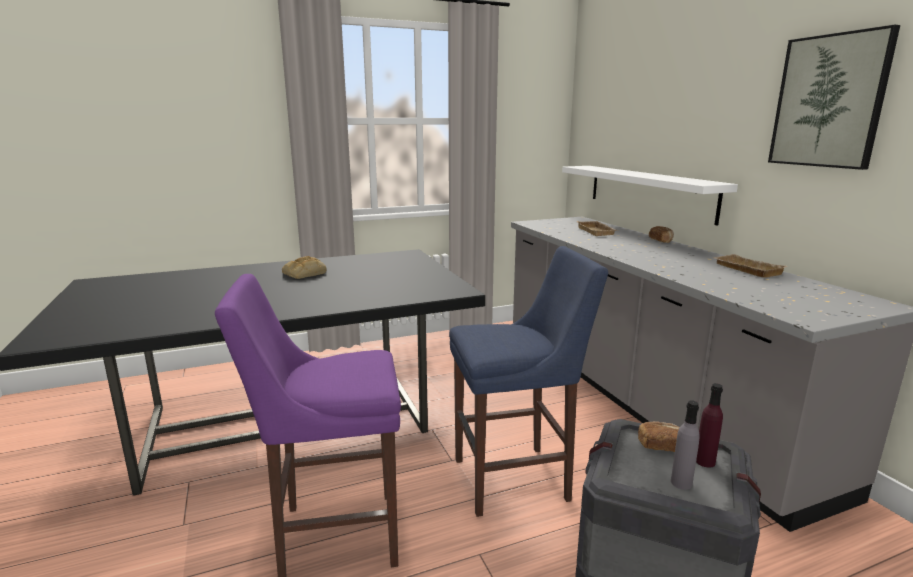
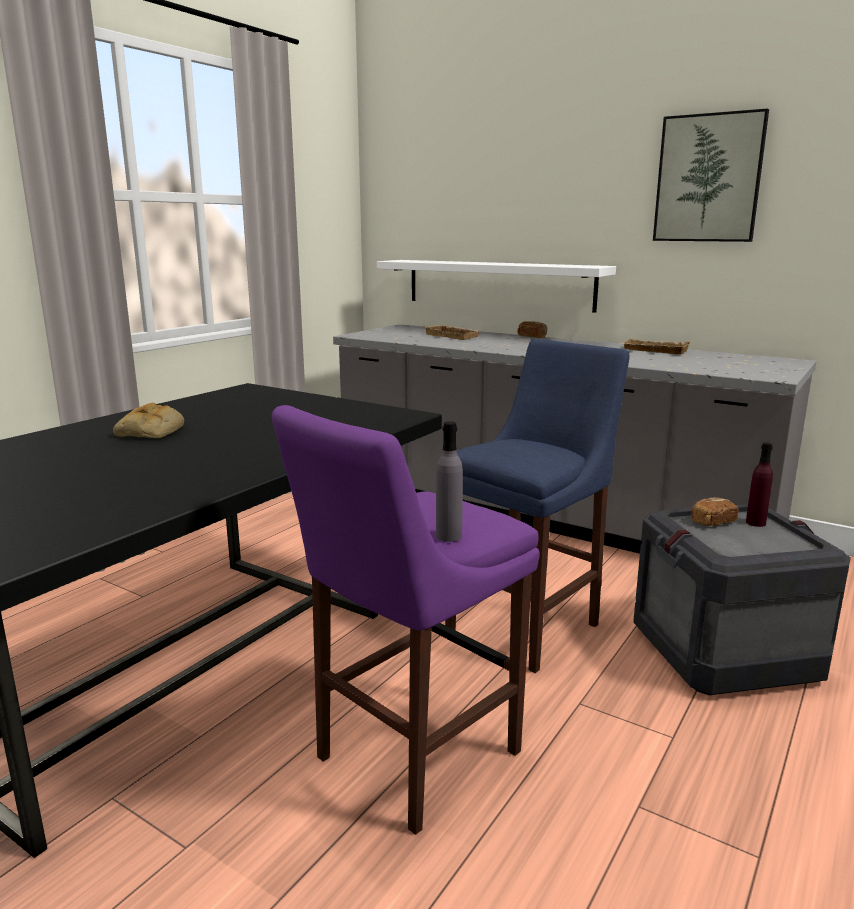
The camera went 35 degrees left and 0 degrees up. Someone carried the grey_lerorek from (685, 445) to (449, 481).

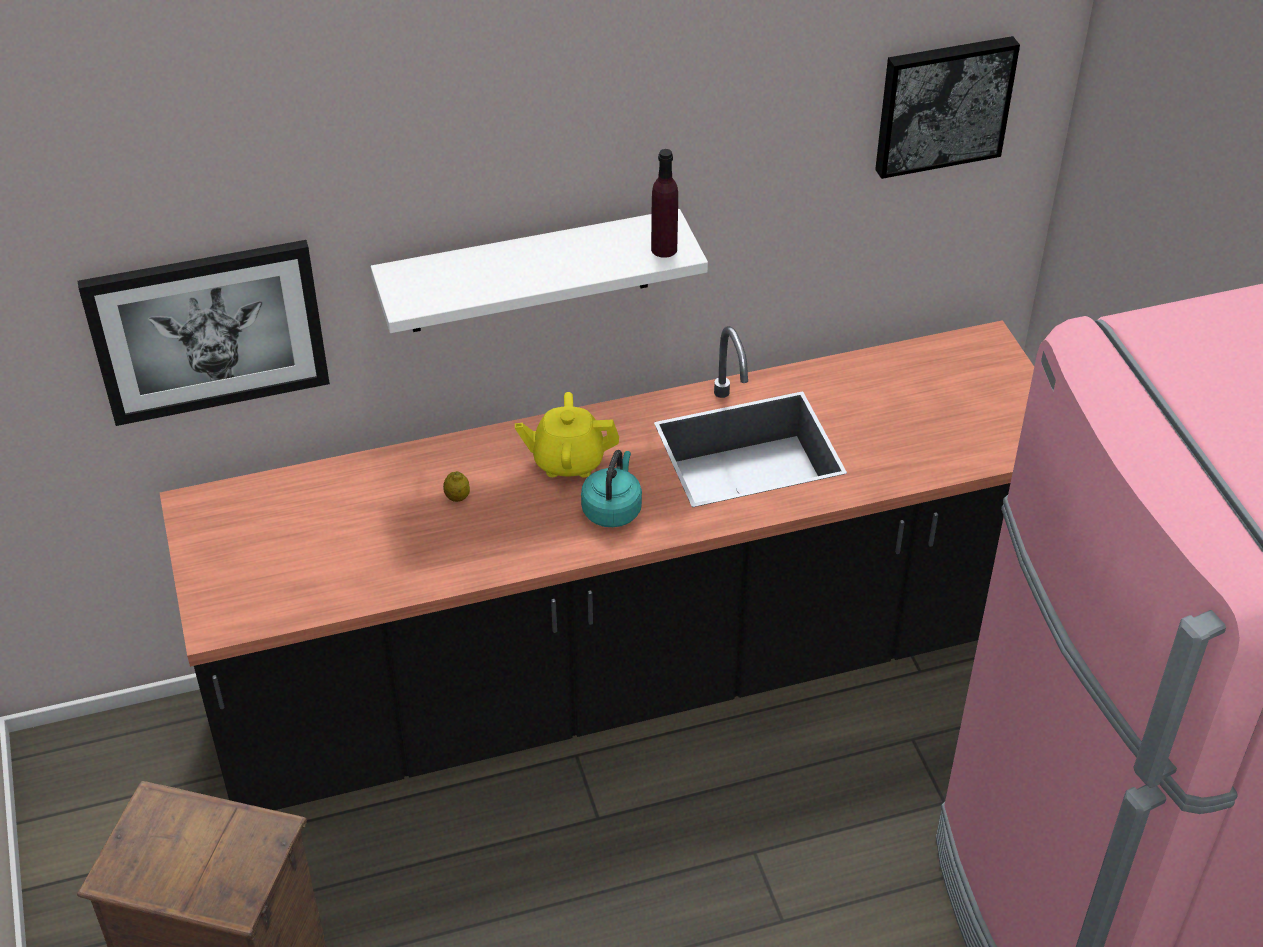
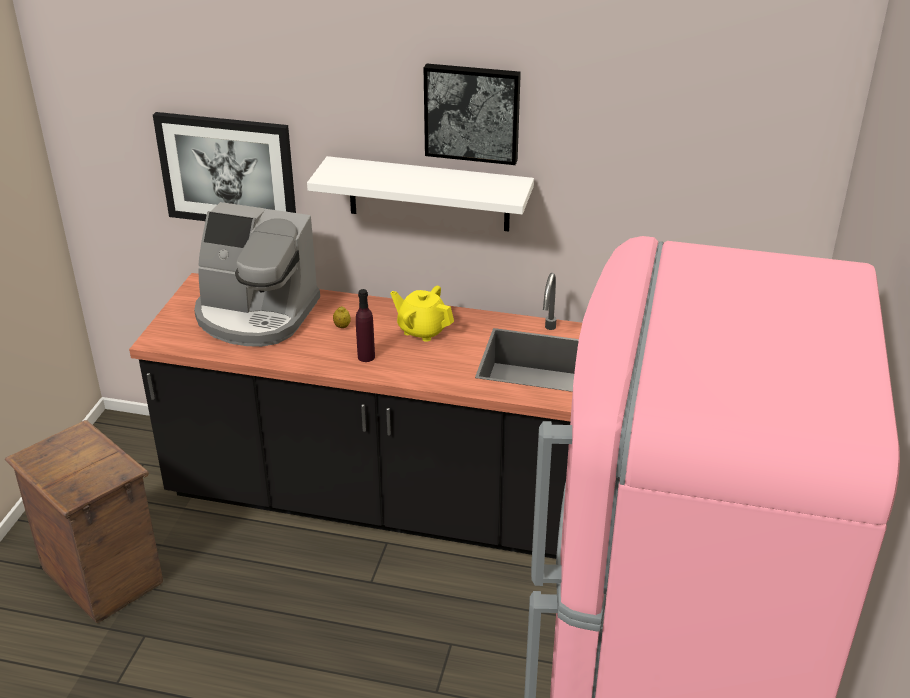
The camera went 30 degrees right and 10 degrees down. Someone carried the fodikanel from (947, 107) to (472, 114). Someone carried the purple_lerorek from (664, 203) to (365, 325). Someone took away the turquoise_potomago at (611, 488). Someone put down the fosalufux at (257, 274).

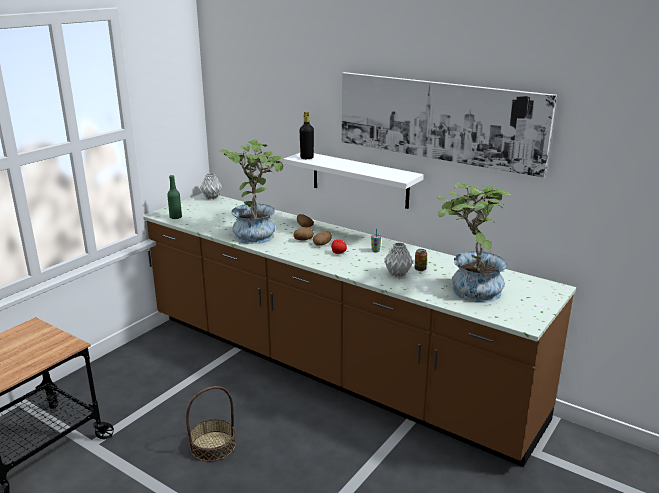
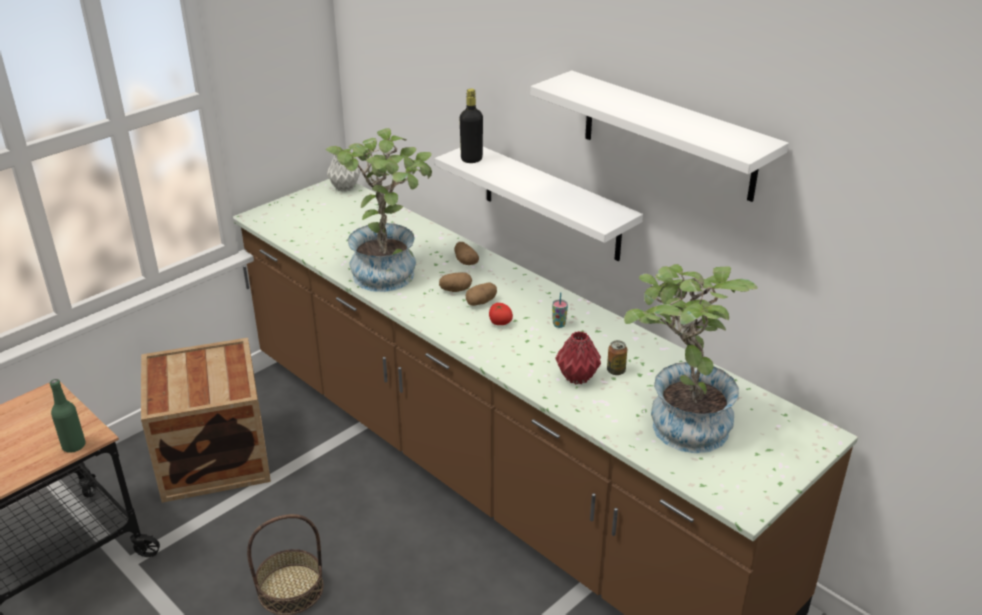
The camera went 10 degrees right and 10 degrees up. Someone swapped the fodikanel at (449, 125) for the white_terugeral at (660, 136). Someone carried the green_lerorek from (174, 197) to (68, 415). Someone repainted the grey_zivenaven at (398, 259), which became the red_zivenaven at (578, 357). Someone put down the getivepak at (206, 420).

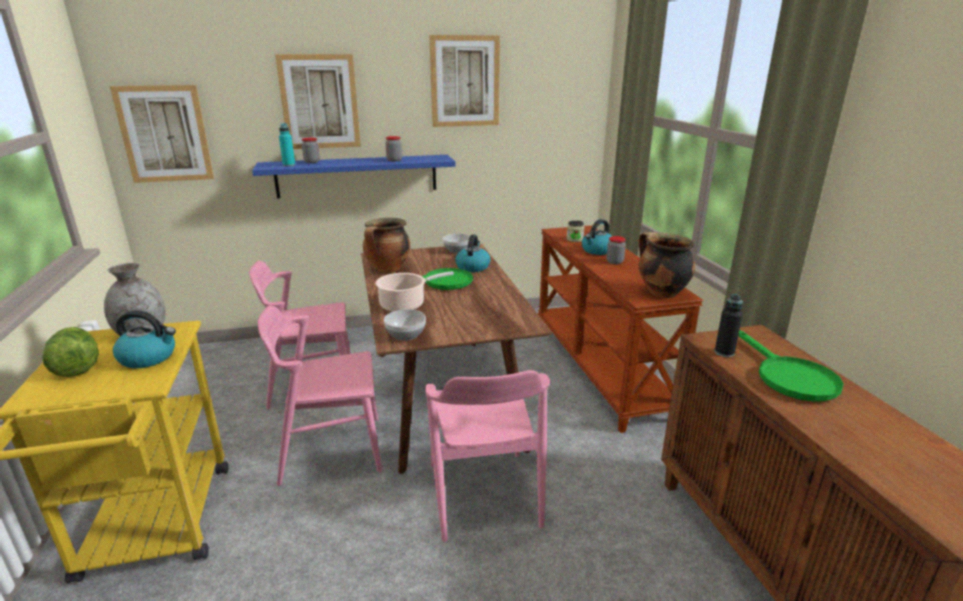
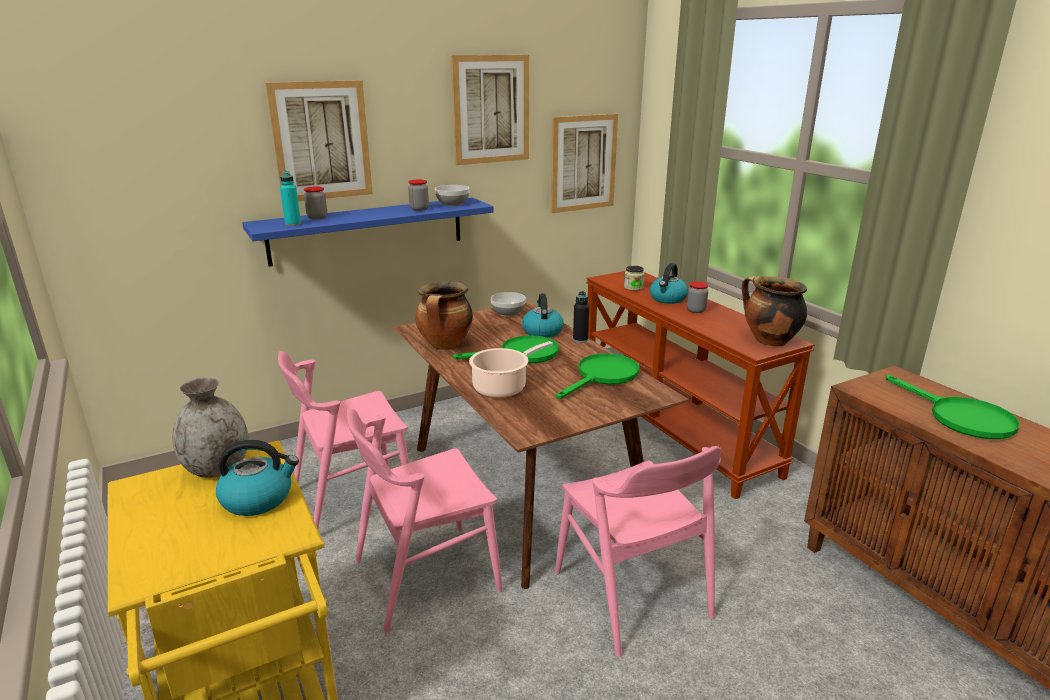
The camera went 15 degrees left and 0 degrees up. Someone carried the fodikanel from (162, 134) to (584, 163). Someone carried the black_lerorek from (729, 325) to (581, 317). Someone carried the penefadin from (405, 325) to (452, 195). Someone took away the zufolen at (70, 352). Someone put down the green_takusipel at (597, 376).

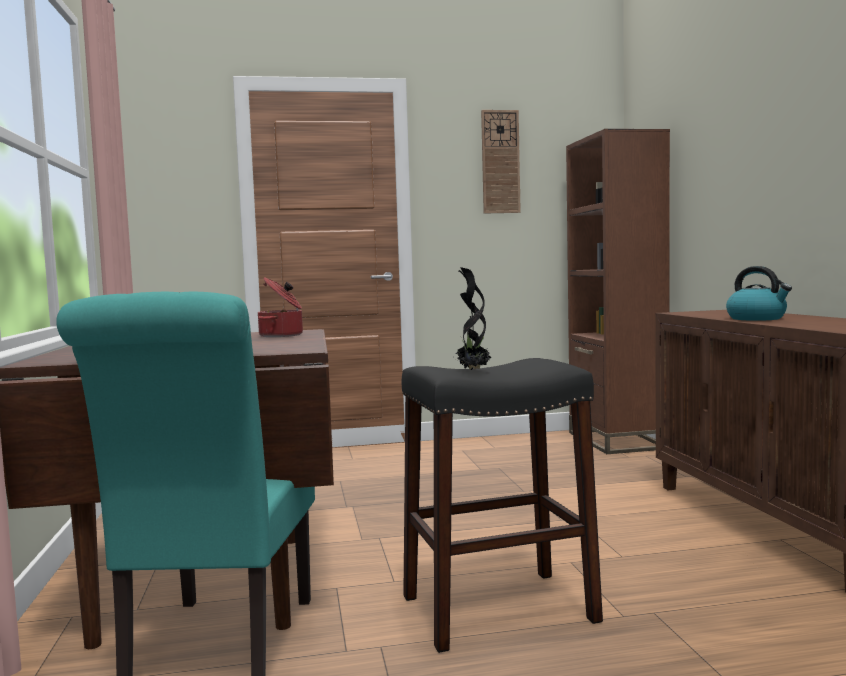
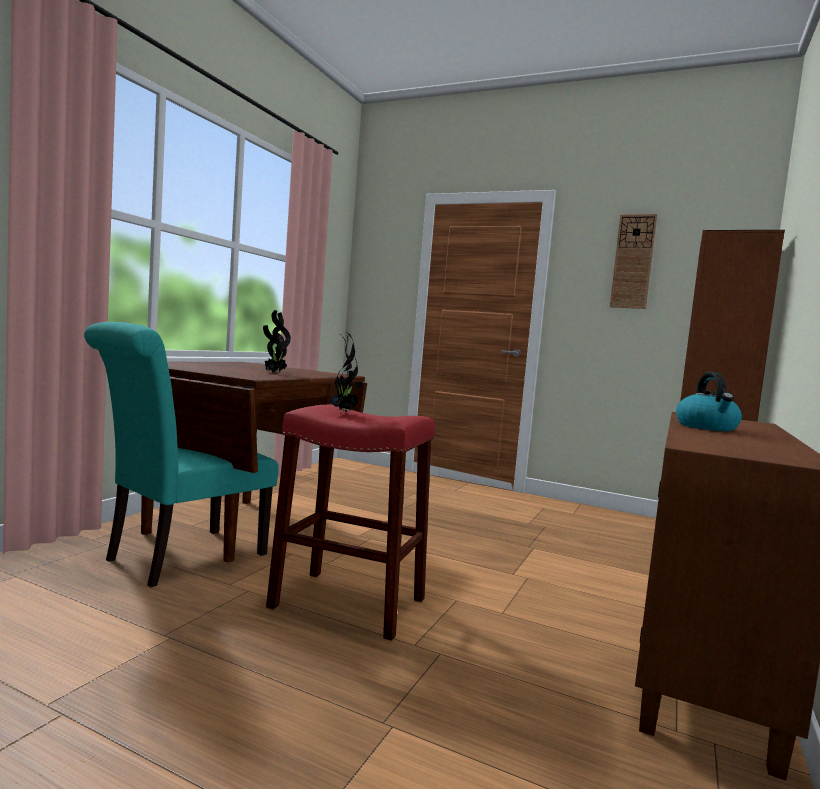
The camera went 35 degrees right and 0 degrees up. Someone took away the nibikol at (280, 307). Someone repainted the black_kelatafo at (502, 505), which became the red_kelatafo at (350, 522). Someone put down the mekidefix at (277, 341).

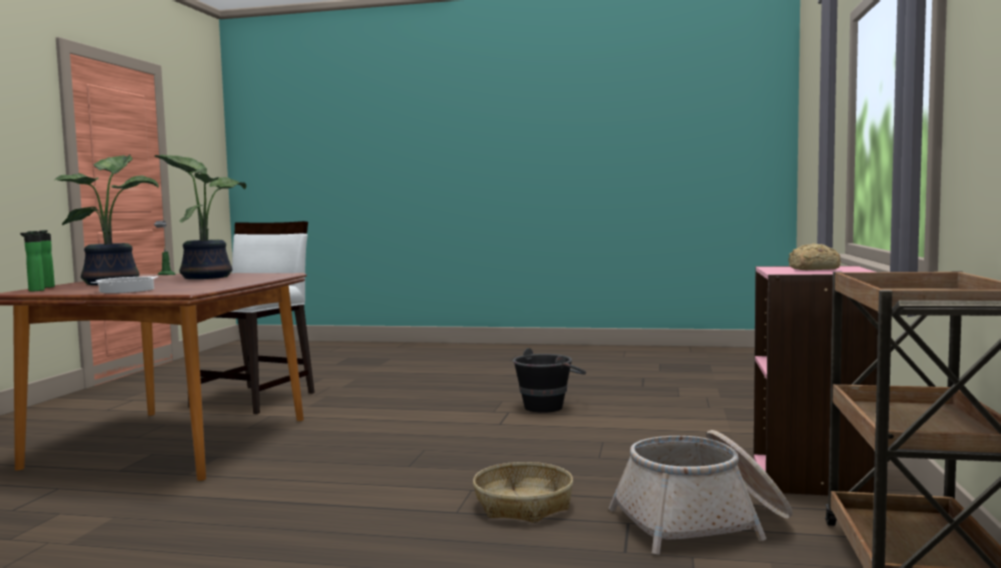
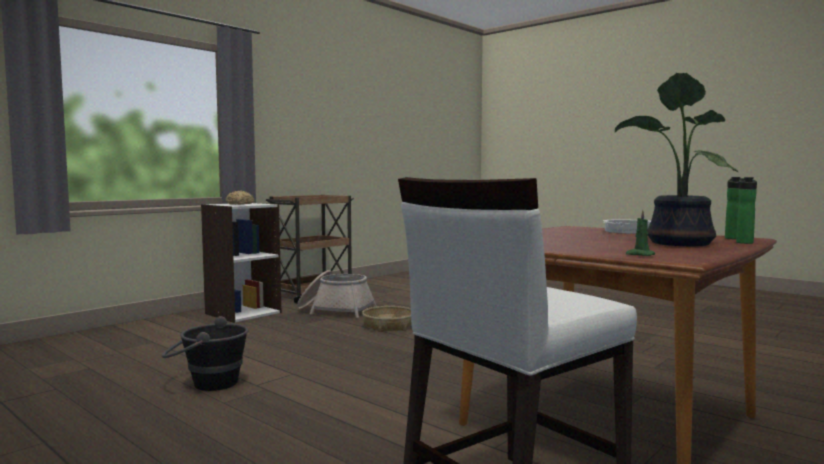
The camera went 150 degrees left and 0 degrees up. Someone took away the mekidefix at (200, 217). Someone repainted the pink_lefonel at (816, 381), which became the white_lefonel at (241, 263).

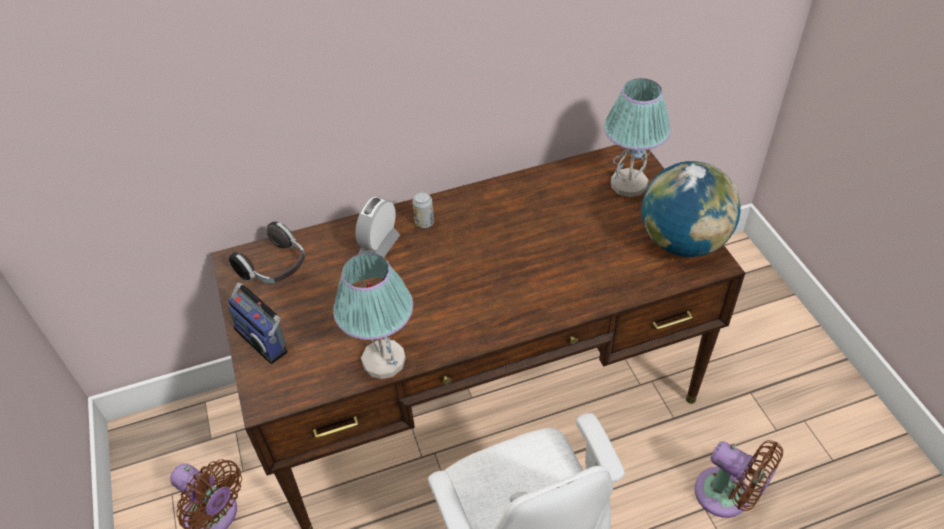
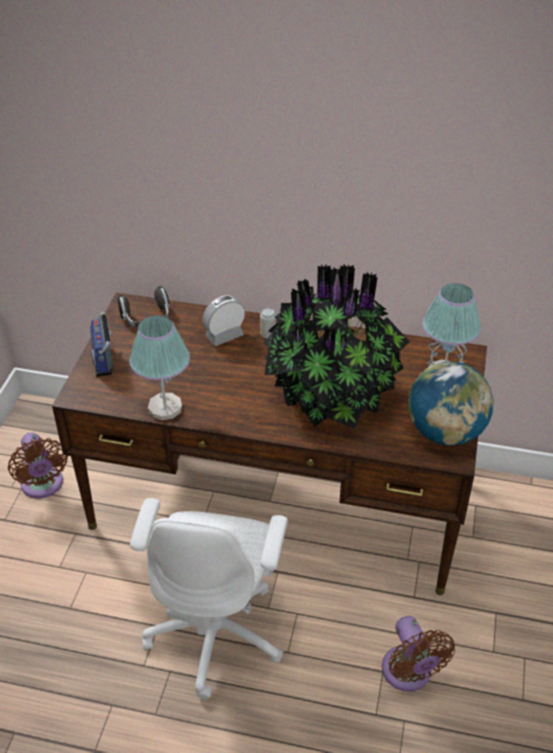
The camera went 30 degrees right and 5 degrees down. Someone put down the mekidefix at (336, 346).

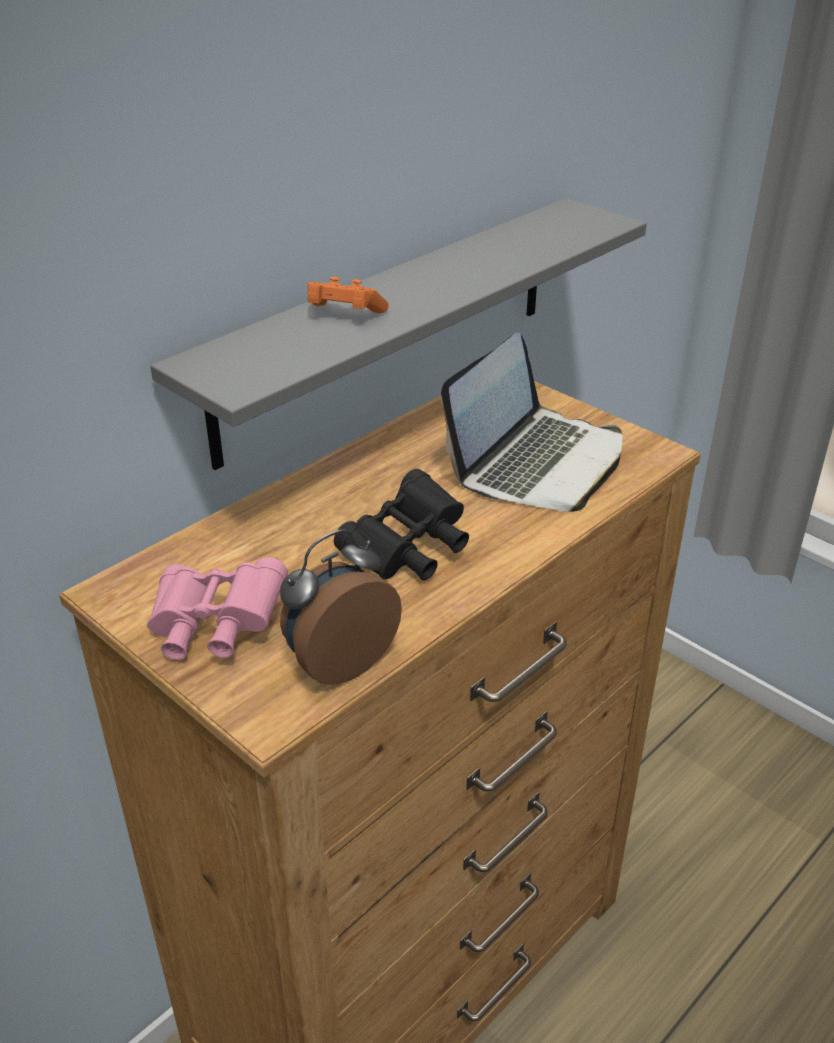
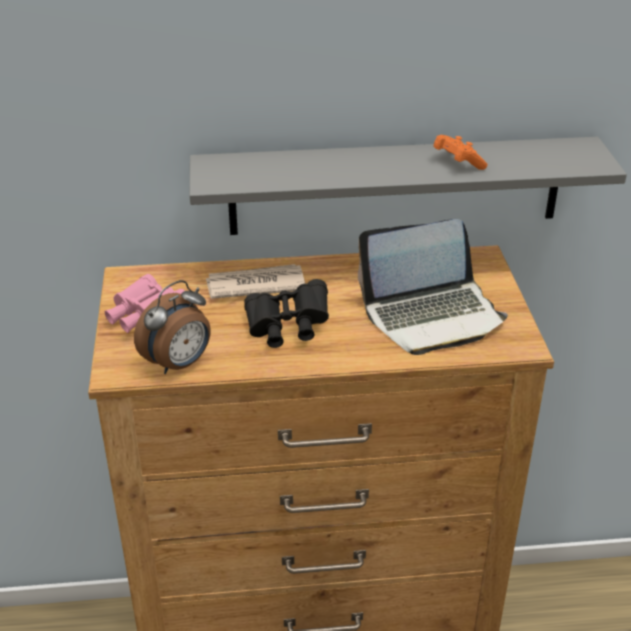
The camera went 40 degrees right and 0 degrees up. Someone carried the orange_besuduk from (348, 295) to (460, 152). Someone rotated the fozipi at (341, 607) by 135 degrees clockwise. Someone put down the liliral at (255, 281).

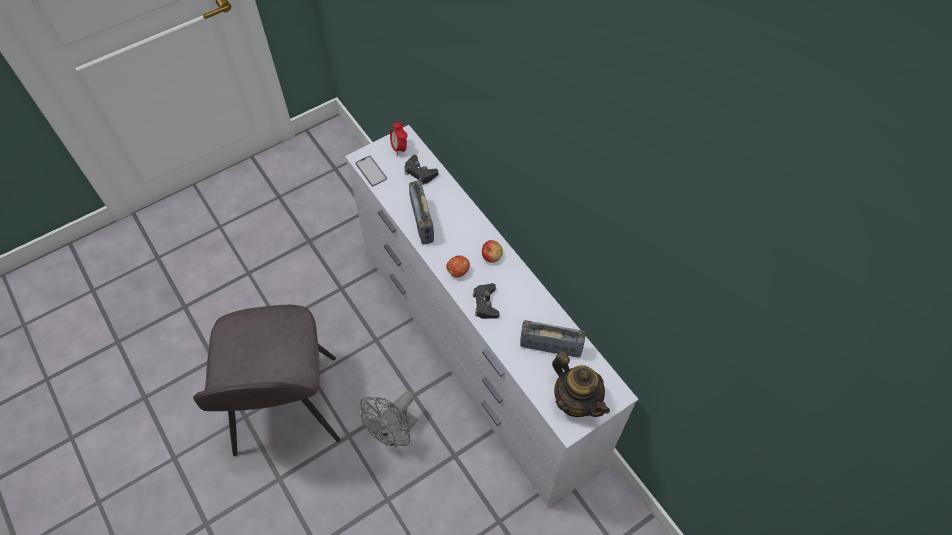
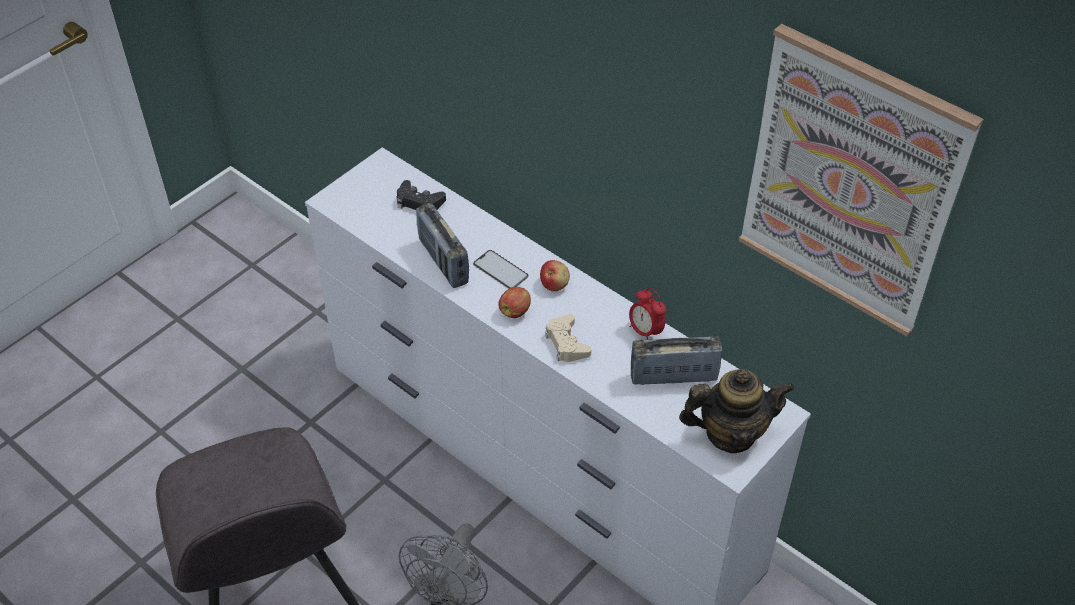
The camera went 15 degrees left and 10 degrees down. Someone carried the fozipi from (398, 138) to (647, 314). Someone carried the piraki from (371, 171) to (500, 269). Someone repainted the black_besuduk at (486, 301), which became the beige_besuduk at (568, 338). Someone rotated the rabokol at (581, 384) by 45 degrees counterclockwise. Someone put up the fodikanel at (861, 180).

